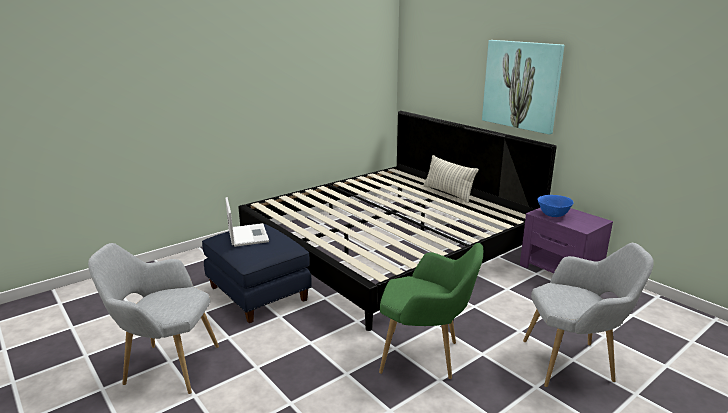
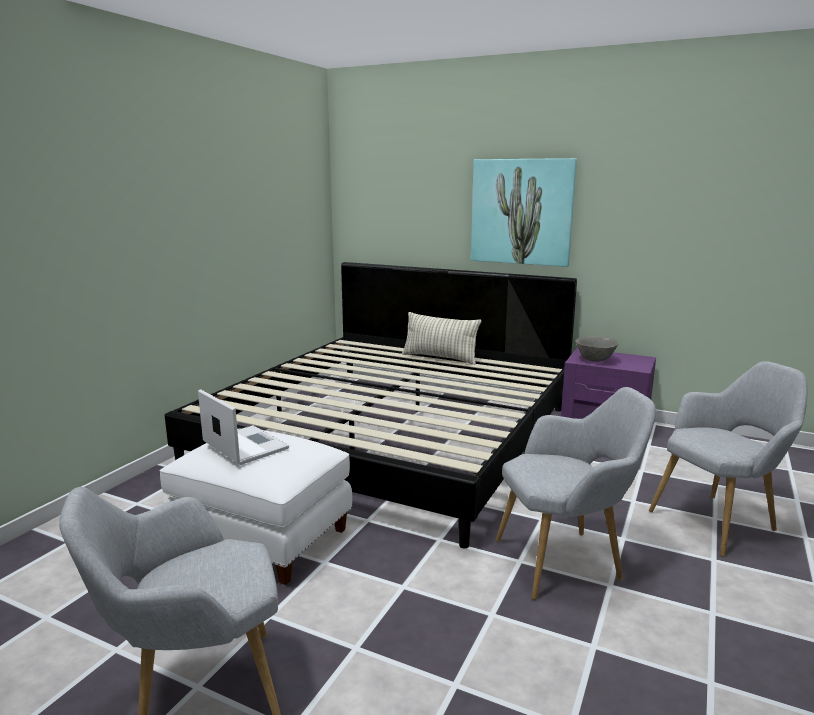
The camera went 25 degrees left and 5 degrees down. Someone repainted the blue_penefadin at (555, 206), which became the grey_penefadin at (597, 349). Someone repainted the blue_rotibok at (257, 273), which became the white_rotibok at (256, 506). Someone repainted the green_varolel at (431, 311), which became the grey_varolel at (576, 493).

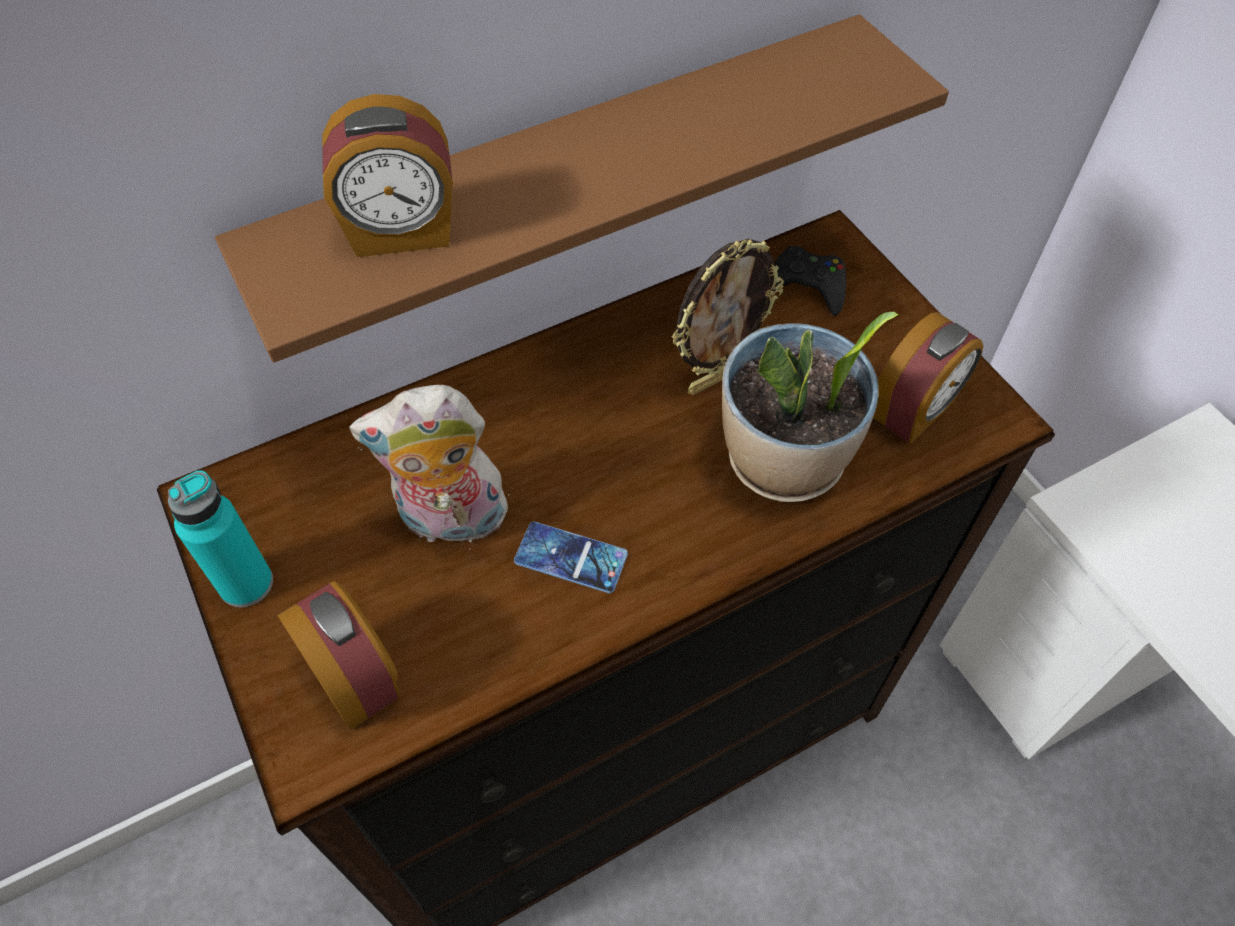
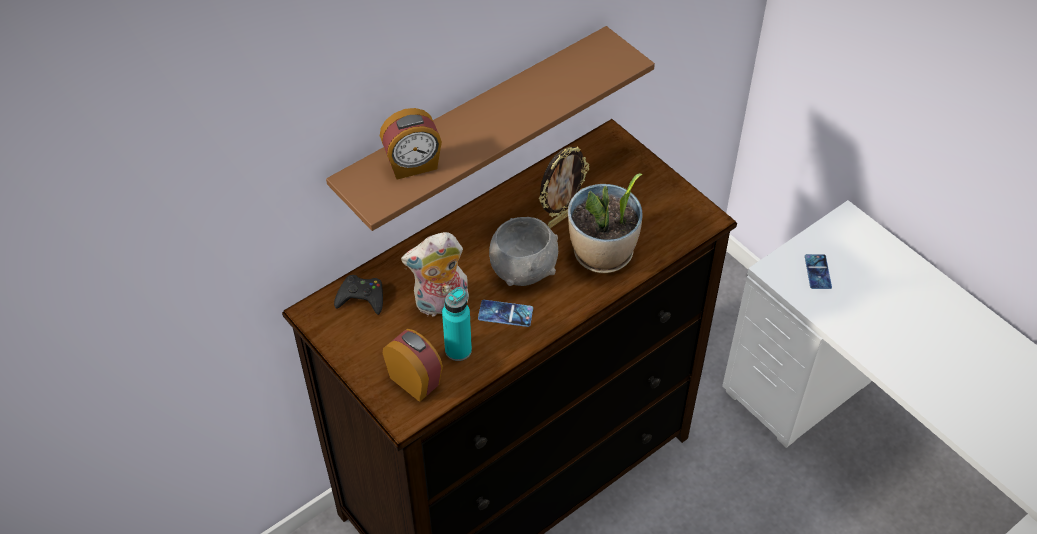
The camera went 10 degrees left and 5 degrees down. Someone carried the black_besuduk from (809, 281) to (358, 295). Someone took away the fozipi at (928, 378). Someone carried the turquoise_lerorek from (220, 538) to (457, 324). Someone put down the grey_penefadin at (523, 251). Someone put down the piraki at (818, 271).

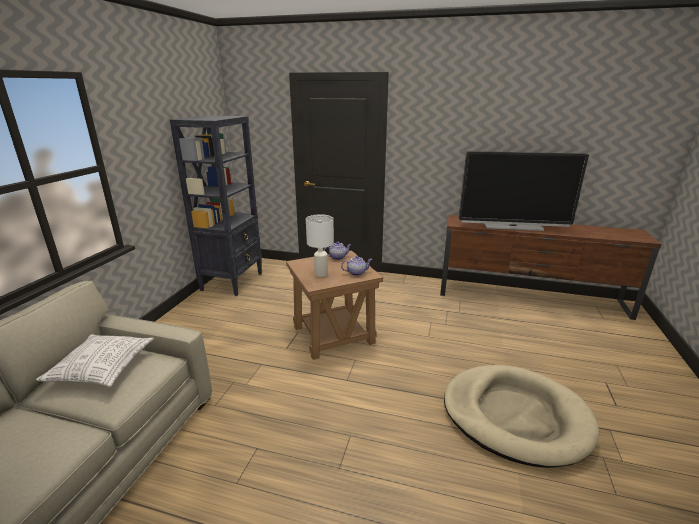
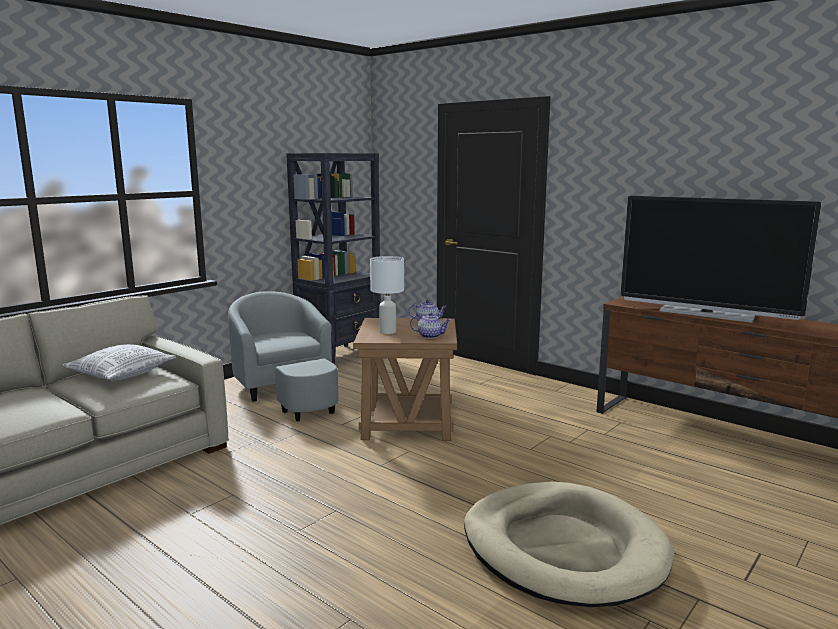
The camera went 25 degrees right and 10 degrees down. Someone put down the grey_varolel at (283, 356).

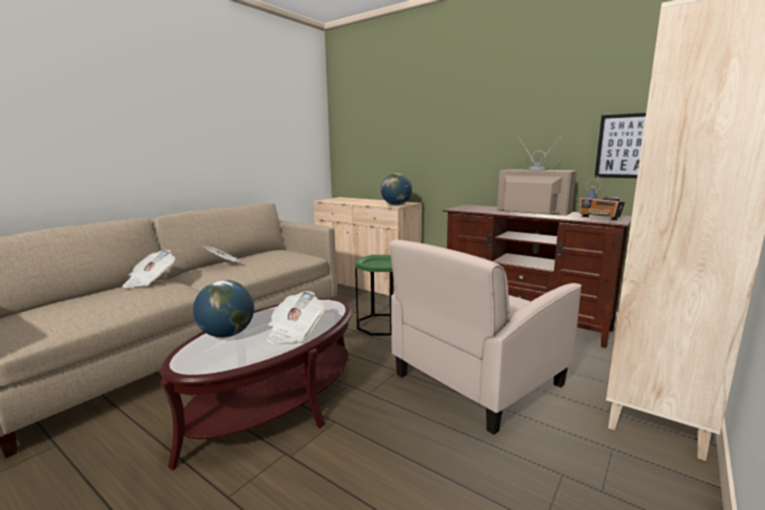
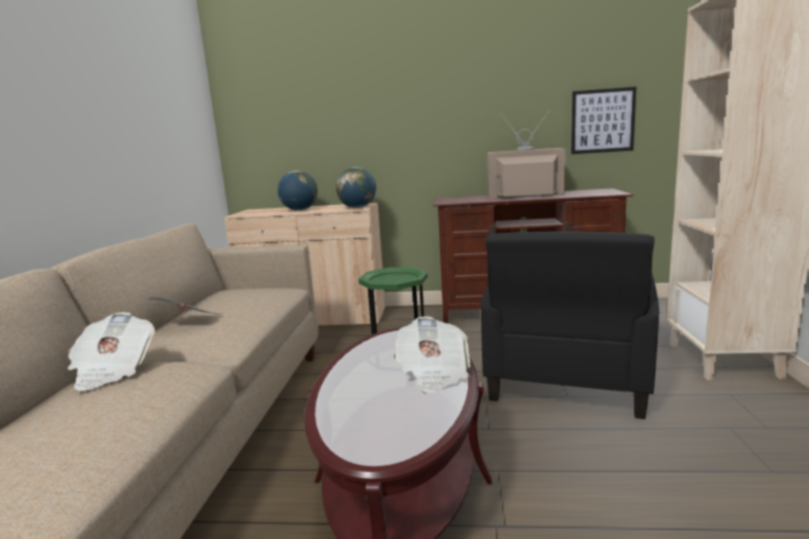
The camera went 30 degrees left and 0 degrees up. Someone took away the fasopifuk at (602, 198). Someone repainted the beige_varolel at (485, 337), which became the black_varolel at (570, 325). Someone carried the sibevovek from (223, 309) to (297, 191).

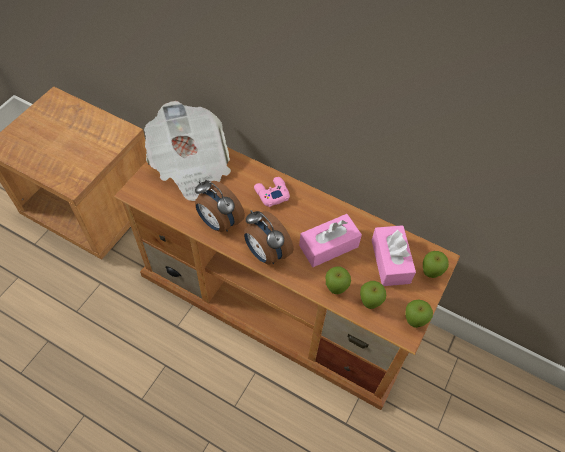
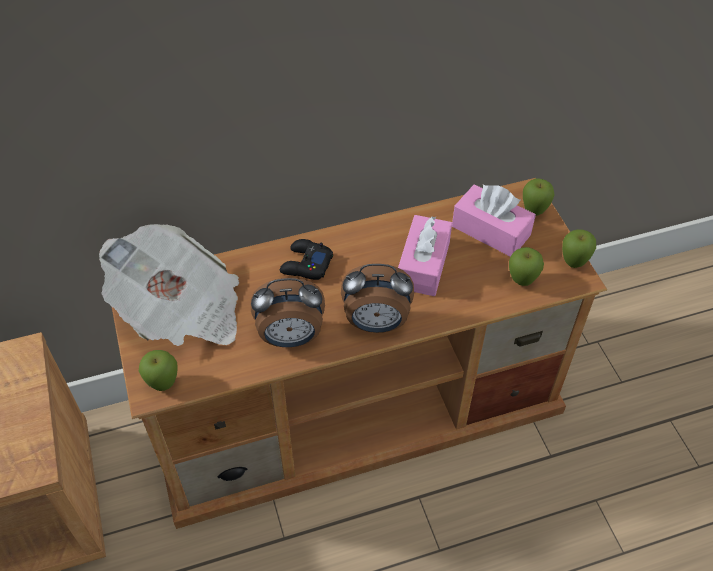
The camera went 45 degrees left and 5 degrees down. Someone repainted the pink_besuduk at (272, 192), which became the black_besuduk at (306, 259). Someone carried the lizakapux from (338, 280) to (158, 370).

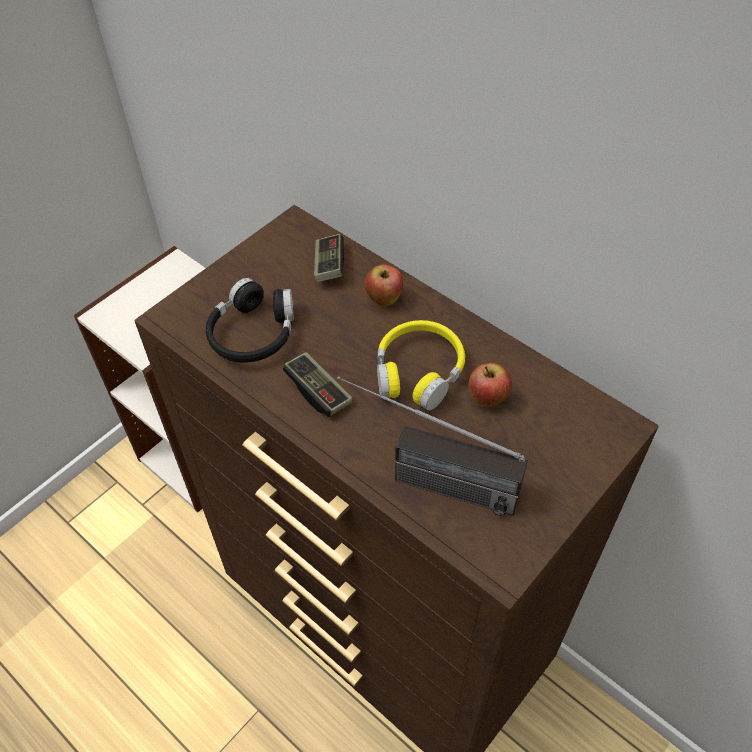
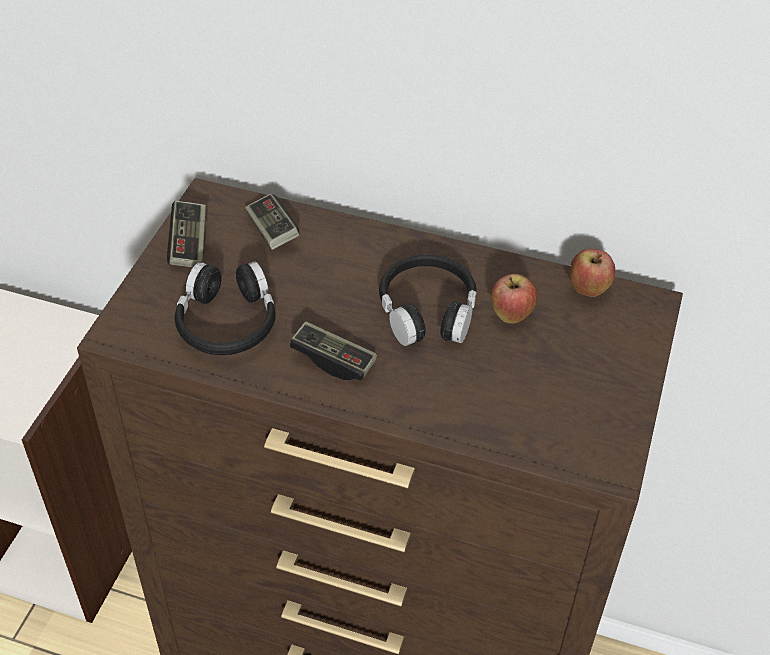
The camera went 25 degrees left and 5 degrees down. Someone carried the lizakapux from (383, 285) to (592, 273). Someone repainted the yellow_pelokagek at (421, 365), which became the black_pelokagek at (427, 300). Someone took away the fasopifuk at (432, 446). Someone put down the besuduk at (186, 234).

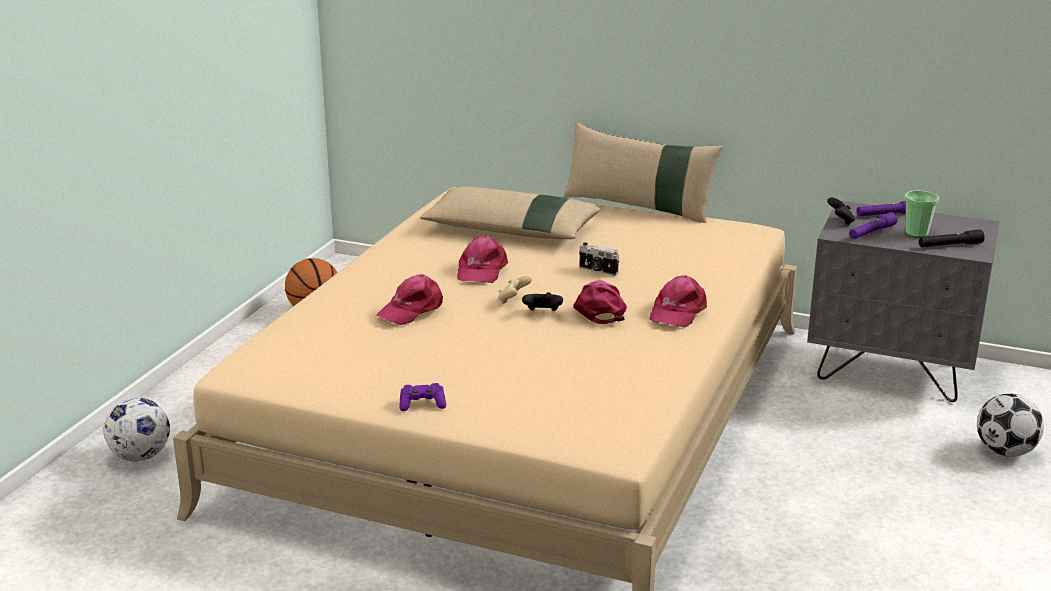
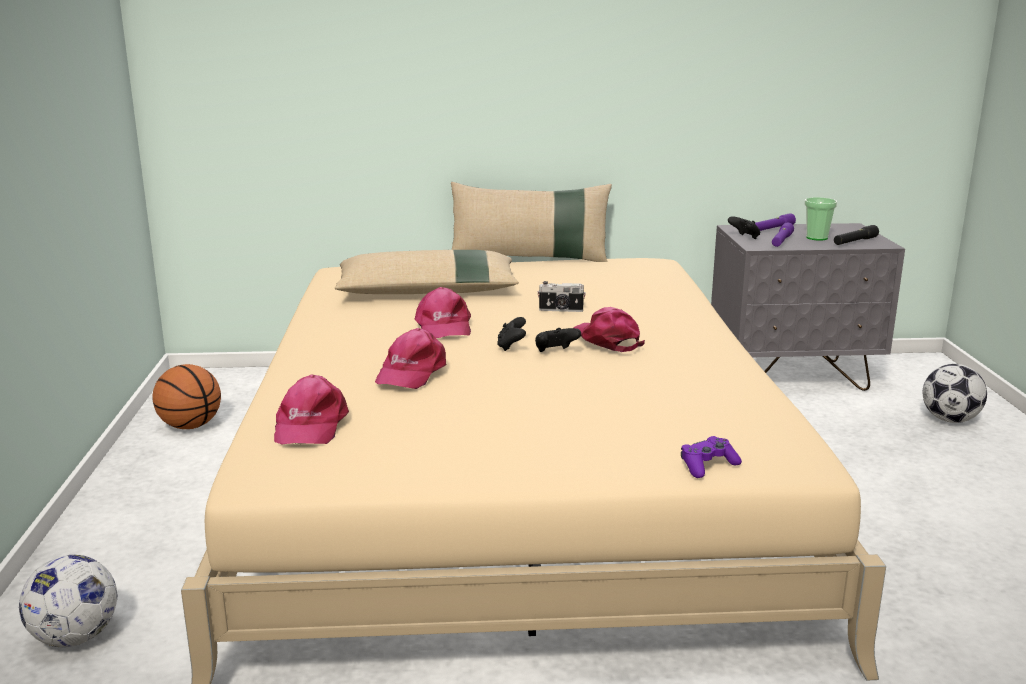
The camera went 25 degrees left and 5 degrees down. Someone carried the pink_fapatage from (678, 301) to (311, 409). Someone repainted the beige_besuduk at (515, 290), which became the black_besuduk at (511, 334). Someone carried the purple_besuduk from (422, 397) to (711, 457).

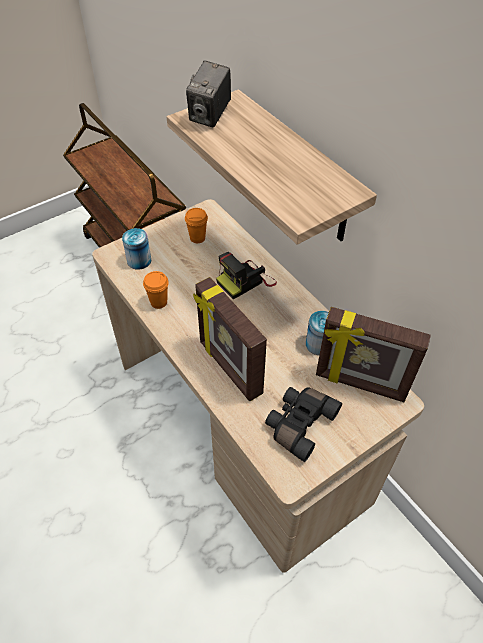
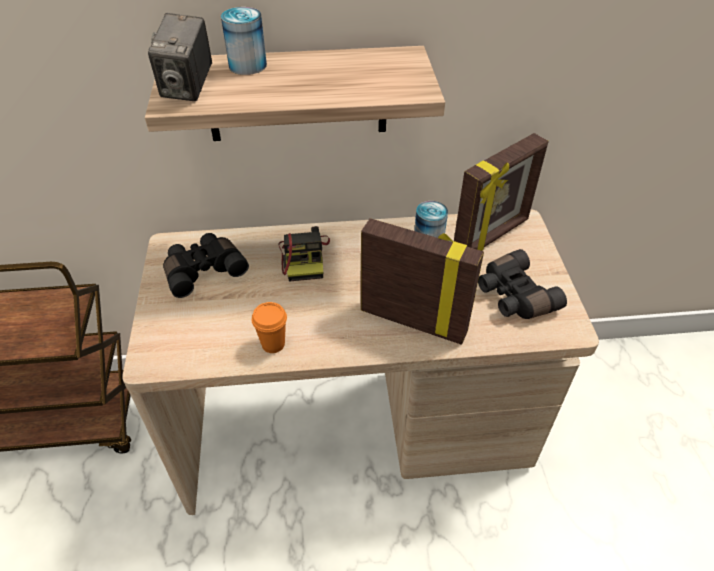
The camera went 60 degrees left and 5 degrees down. Someone rotated the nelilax at (208, 94) by 45 degrees clockwise. Someone swapped the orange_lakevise at (196, 225) for the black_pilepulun at (206, 265). Someone carried the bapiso from (136, 249) to (244, 41). Someone rotated the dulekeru at (230, 339) by 150 degrees counterclockwise.

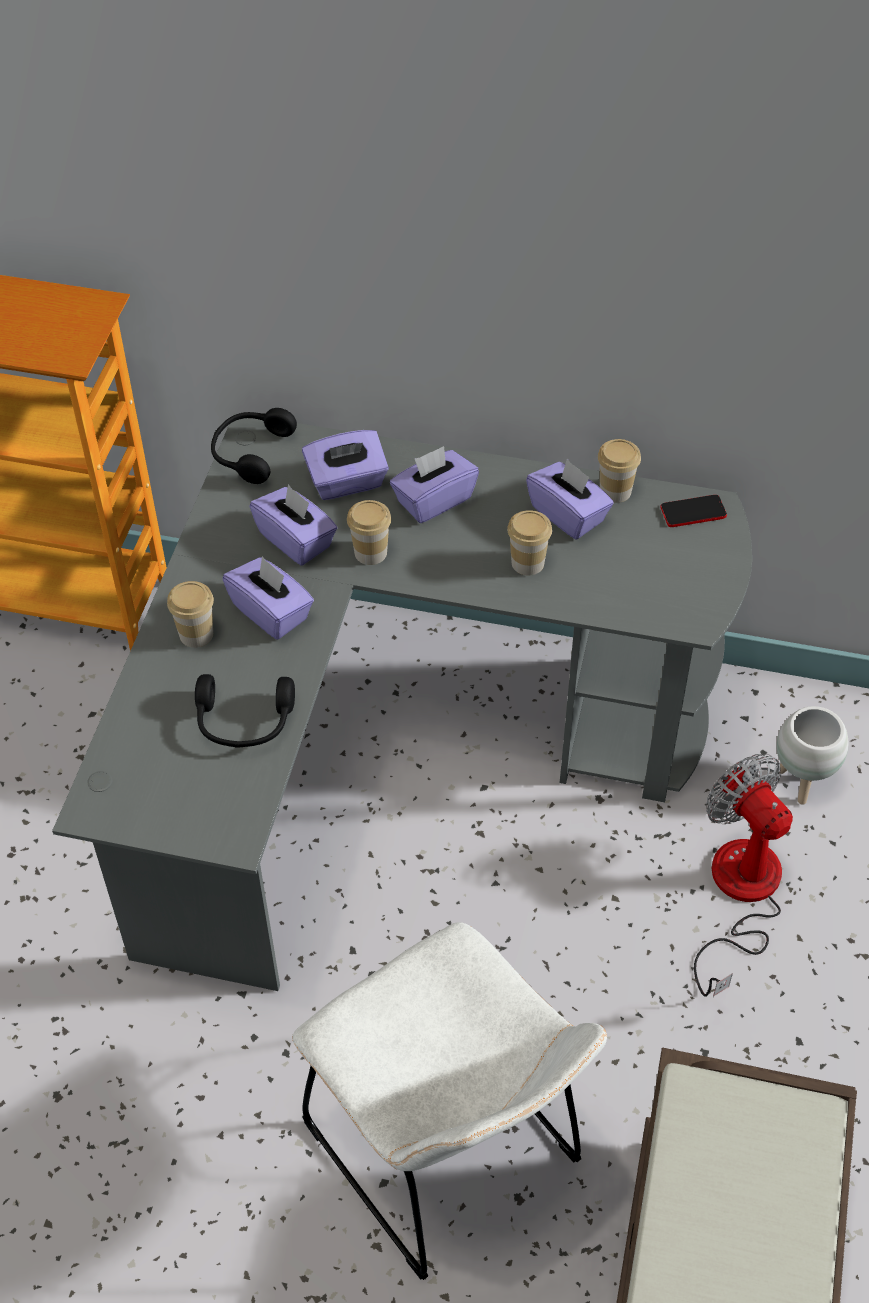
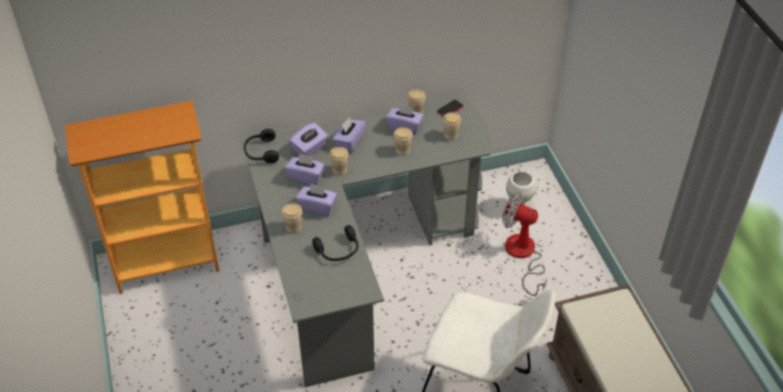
The camera went 30 degrees left and 5 degrees down. Someone put down the lakevise at (451, 126).

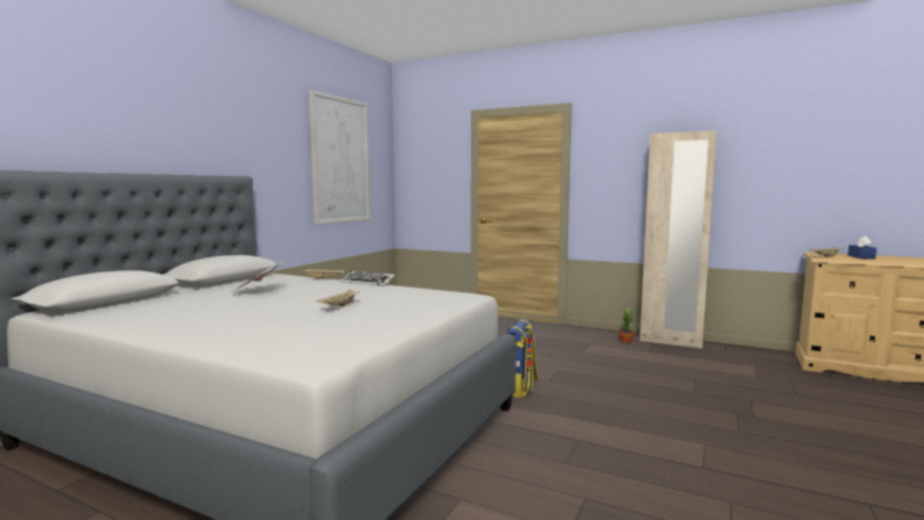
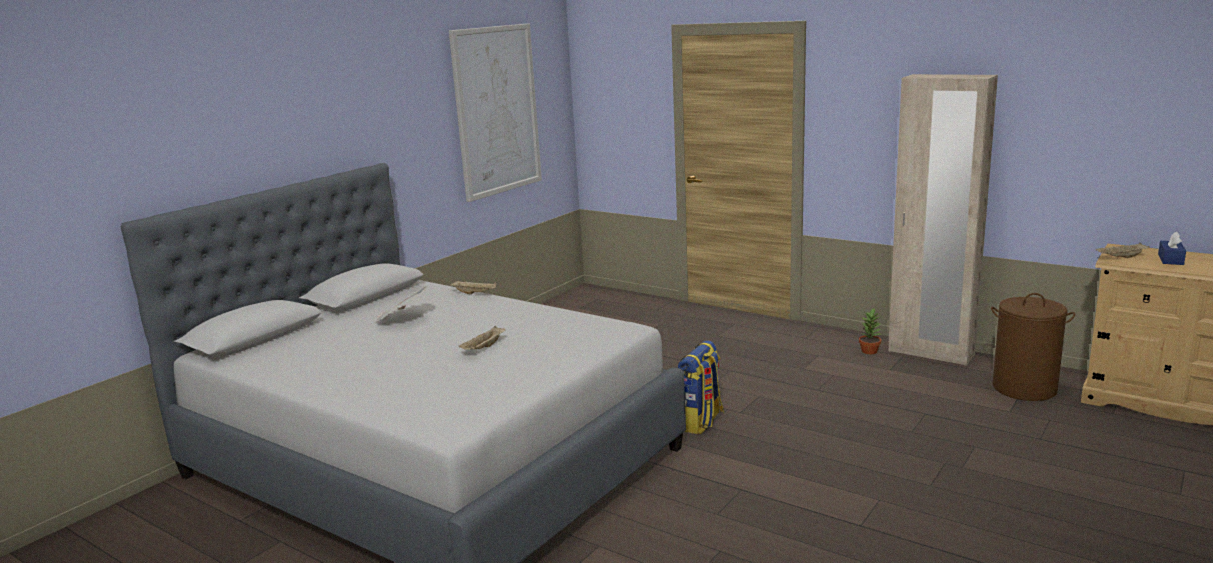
The camera went 10 degrees right and 10 degrees up. Someone took away the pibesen at (367, 278). Someone put down the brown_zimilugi at (1033, 347).

